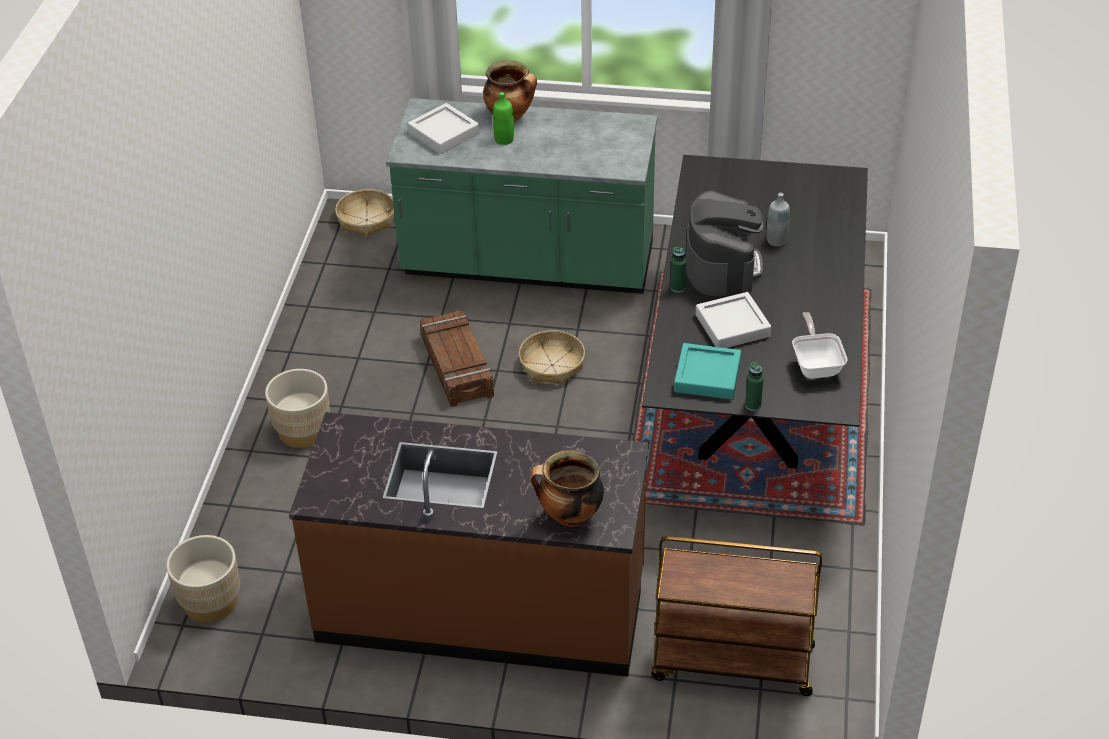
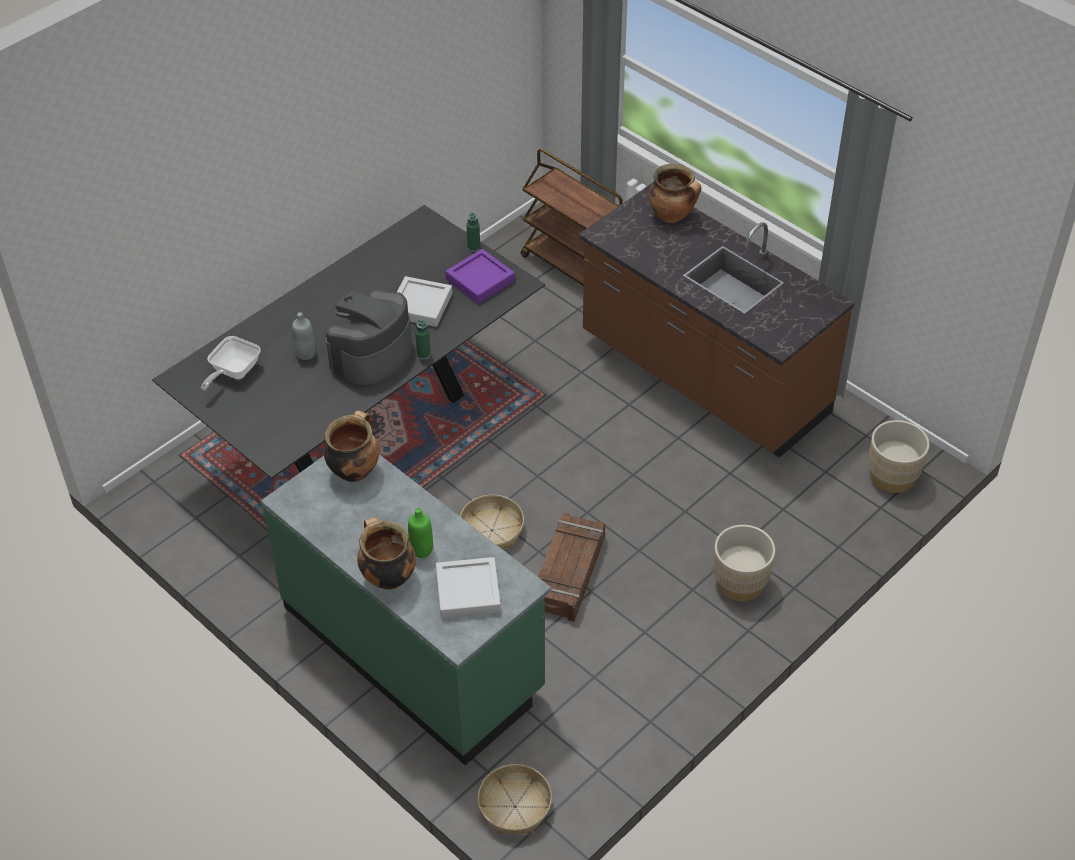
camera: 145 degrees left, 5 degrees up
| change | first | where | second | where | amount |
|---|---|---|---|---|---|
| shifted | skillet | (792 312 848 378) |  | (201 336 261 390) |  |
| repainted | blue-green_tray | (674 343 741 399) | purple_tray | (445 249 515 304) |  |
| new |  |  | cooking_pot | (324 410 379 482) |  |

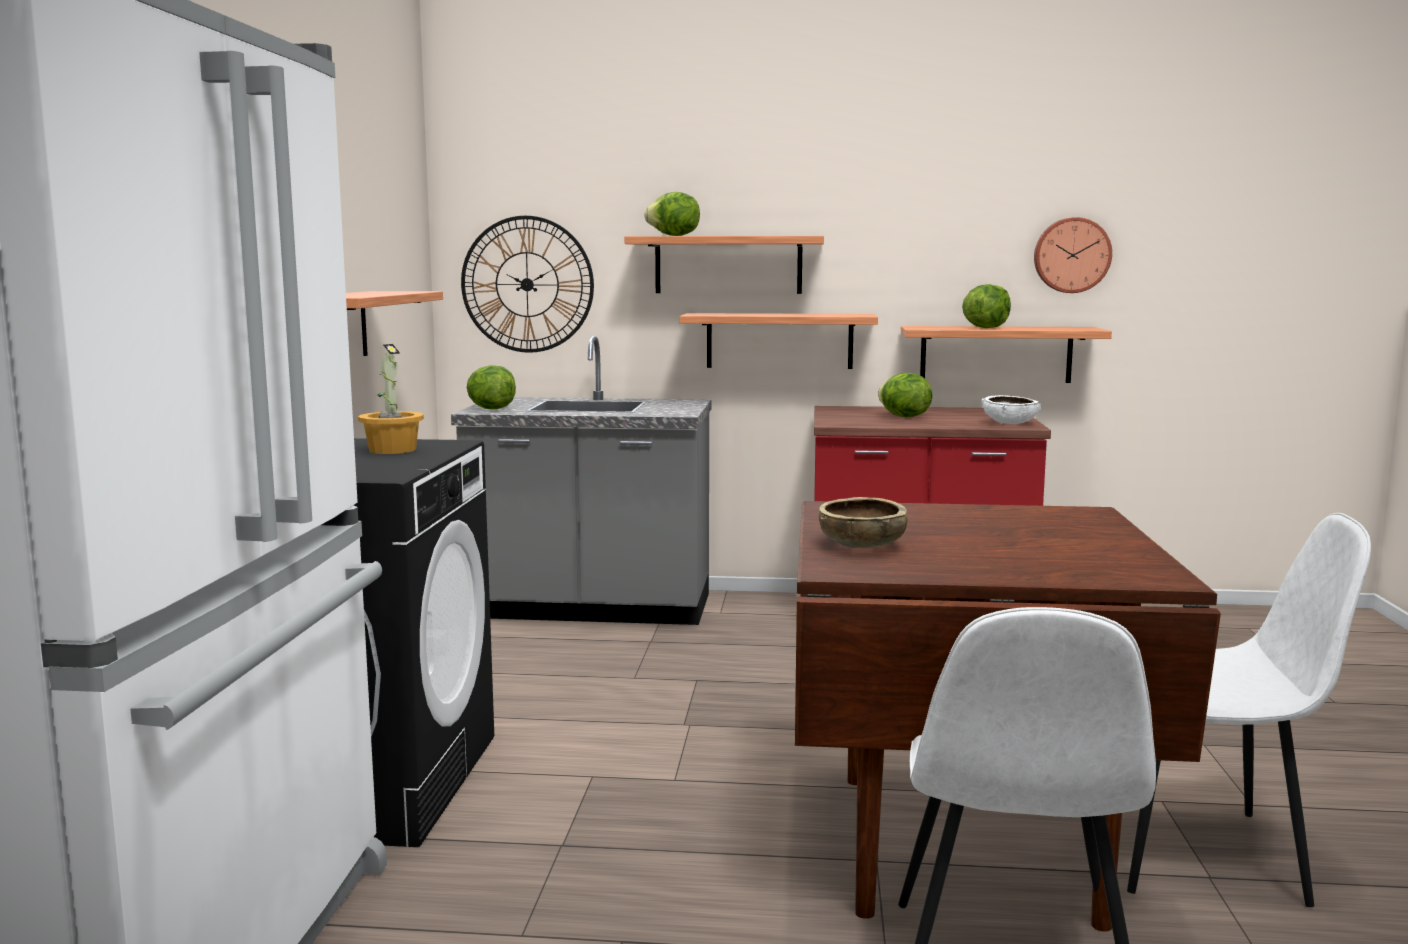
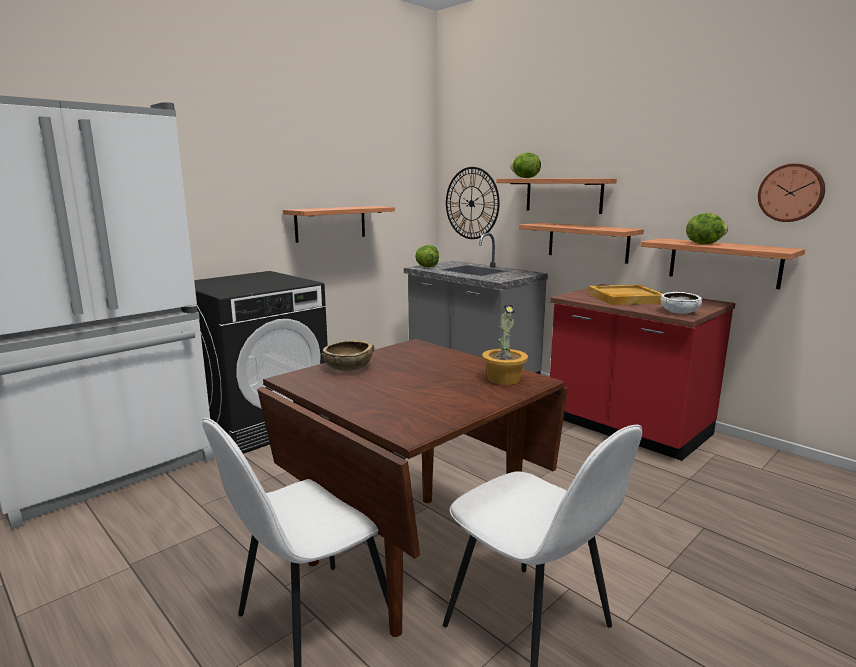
camera: 40 degrees right, 5 degrees up
| change | first | where | second | where | amount |
|---|---|---|---|---|---|
| shifted | plant_in_a_pot | (358 344 424 454) |  | (482 305 528 385) |  |
| swapped | lettuce | (878 373 933 417) | beige_tray | (588 285 664 305) |  |

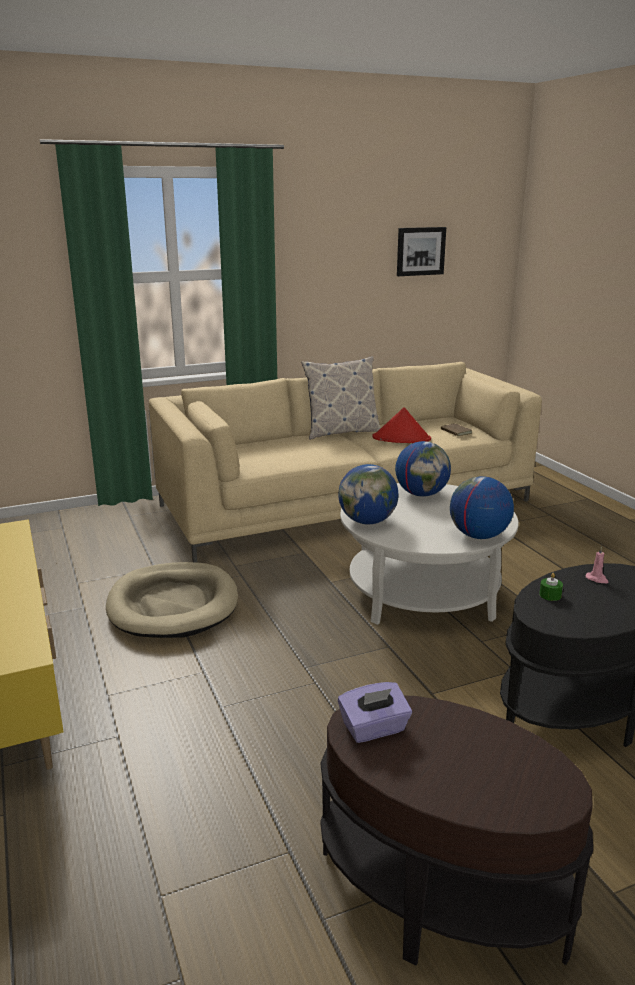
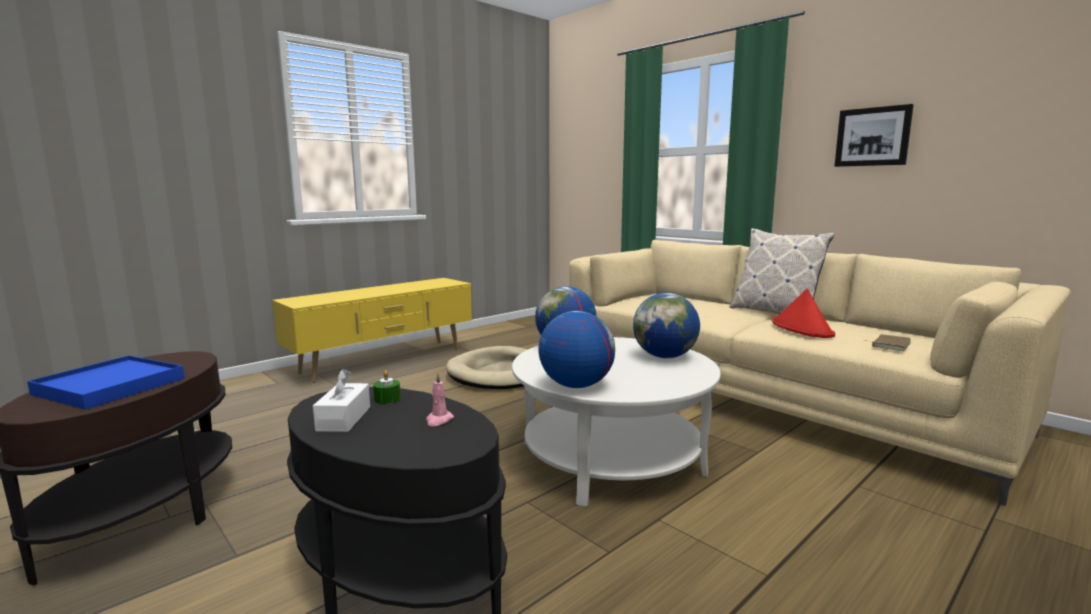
camera: 70 degrees right, 10 degrees down
| change | first | where | second | where | amount |
|---|---|---|---|---|---|
| shifted | wall_art | (397 227 446 276) |  | (834 104 914 167) |  |
| gone | purple_tissue_holder | (338 682 412 743) |  |  |  |
| new |  |  | blue_tray | (27 356 185 410) |  |
| new |  |  | white-coloured_tissue_holder | (313 369 370 432) |  |

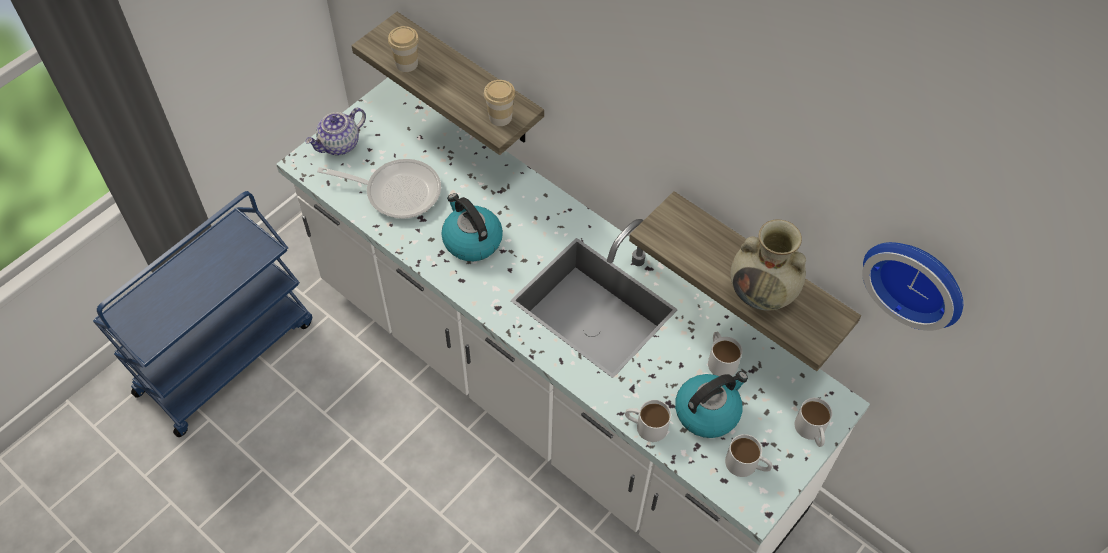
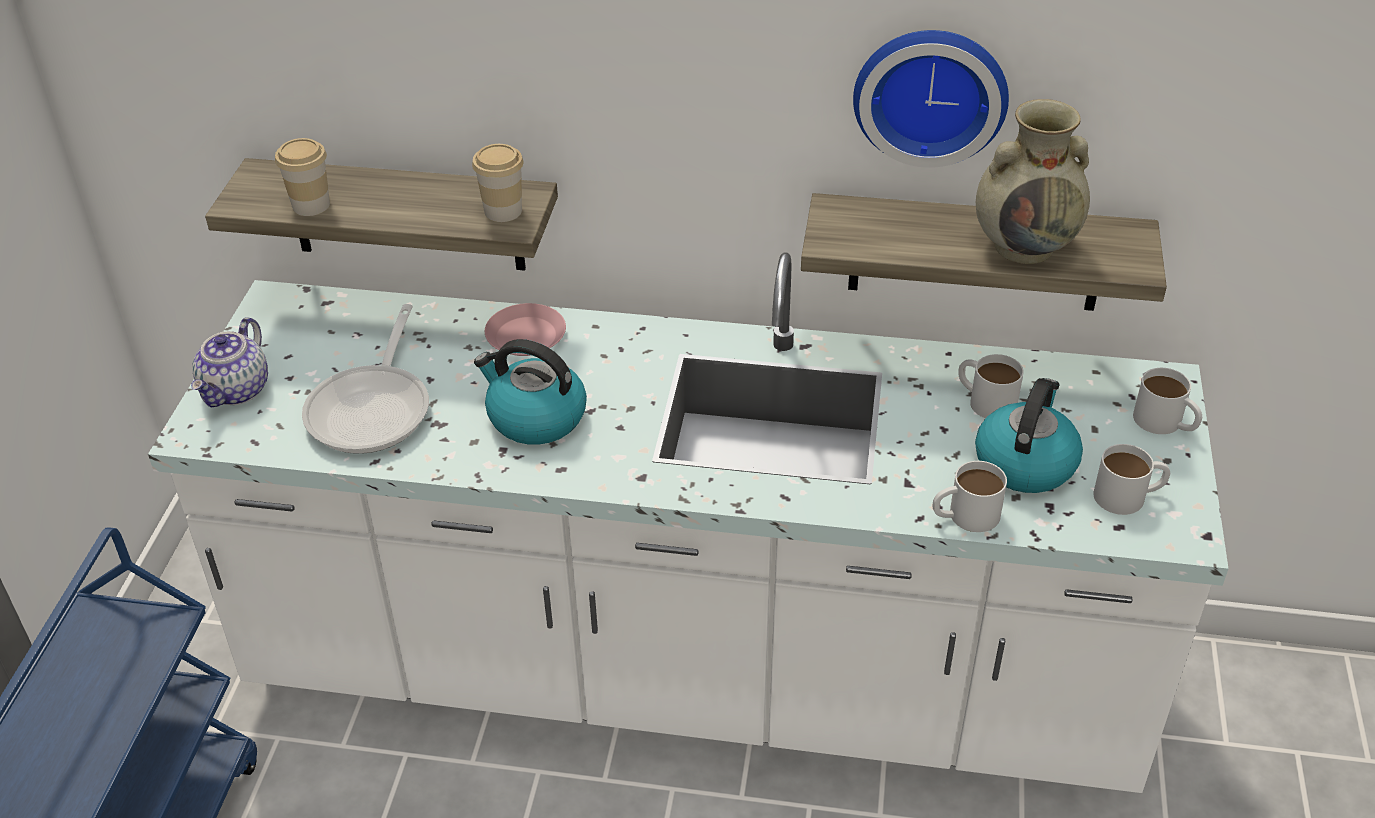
camera: 30 degrees left, 15 degrees down
| change | first | where | second | where | amount |
|---|---|---|---|---|---|
| rotated | skillet | (317 159 441 219) |  | (302 304 429 454) | 120 degrees clockwise |
| shifted | hanging_clock | (862 242 963 331) |  | (853 30 1009 168) |  |
| new |  |  | pinkish_plate | (485 303 566 356) |  |

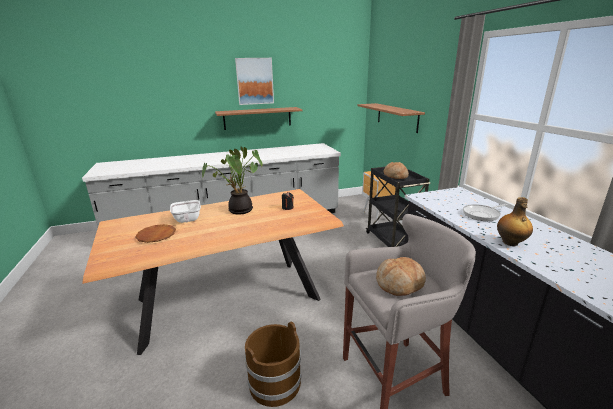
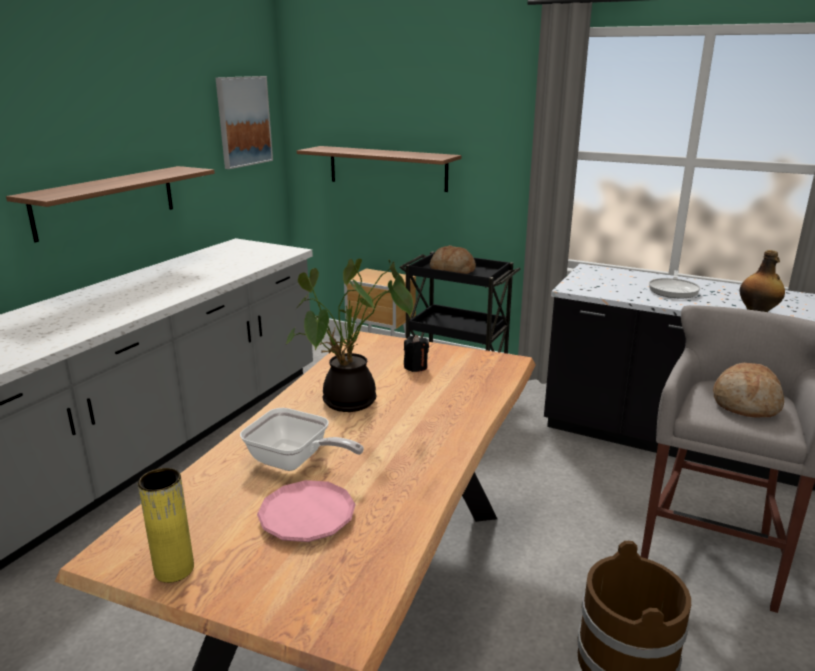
camera: 45 degrees left, 0 degrees up
| change | first | where | second | where | amount |
|---|---|---|---|---|---|
| shifted | wall_art | (235 58 274 105) |  | (215 76 273 169) |  |
| repainted | brownish_plate | (135 224 176 243) | pinkish_plate | (257 480 356 542) |  |
| new |  |  | yellowish_vase | (138 468 194 583) |  |

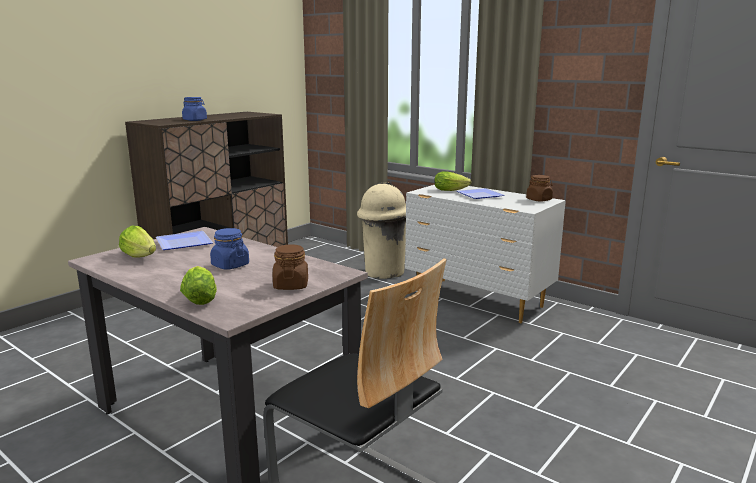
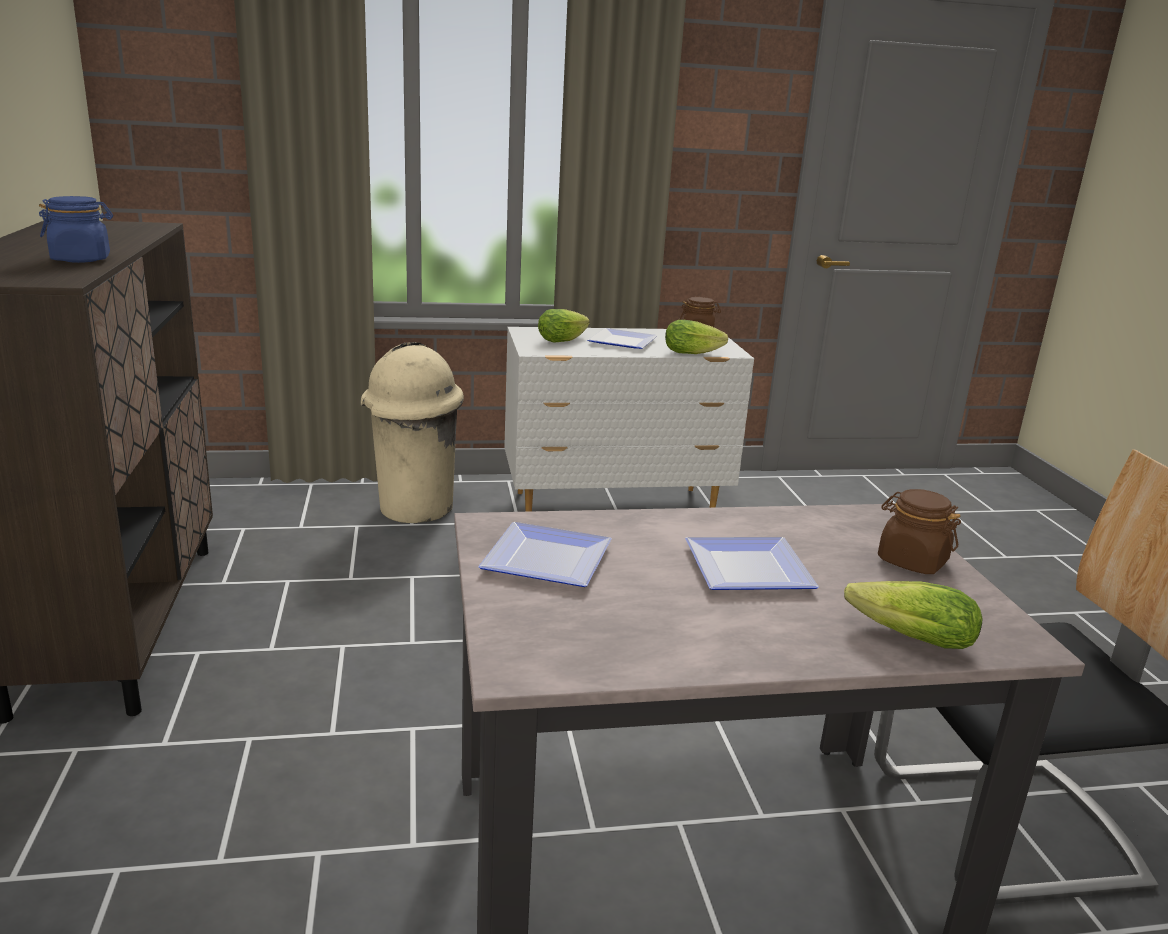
camera: 50 degrees left, 5 degrees up
| change | first | where | second | where | amount |
|---|---|---|---|---|---|
| shifted | lettuce | (119 226 156 258) |  | (665 320 728 354) |  |
| swapped | blue_storage_jar | (210 228 249 270) | plate | (685 537 819 590) |  |

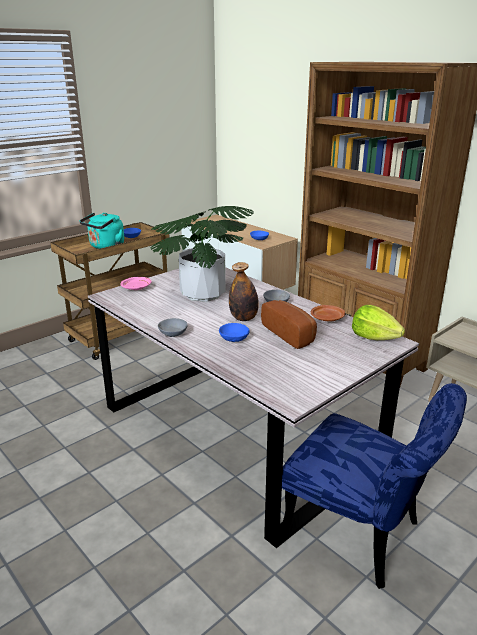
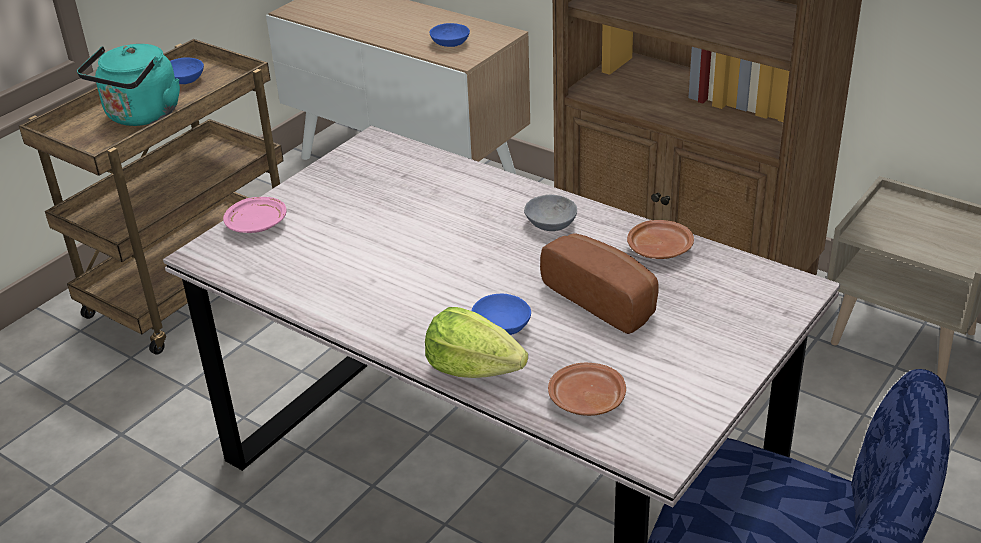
camera: 10 degrees left, 10 degrees up
| change | first | where | second | where | amount |
|---|---|---|---|---|---|
| gone | plant_in_a_pot | (151 206 254 302) |  |  |  |
| gone | beverage_bottle | (229 262 259 321) |  |  |  |
| shifted | lettuce | (352 305 405 340) |  | (425 307 528 378) |  |
| gone | gray_deep_dish | (158 318 188 337) |  |  |  |
| new |  |  | brownish_plate | (548 363 626 416) |  |

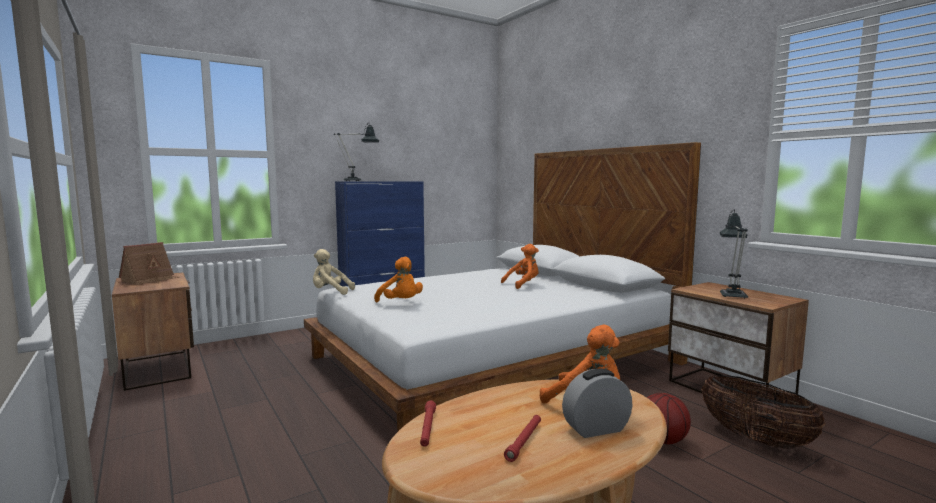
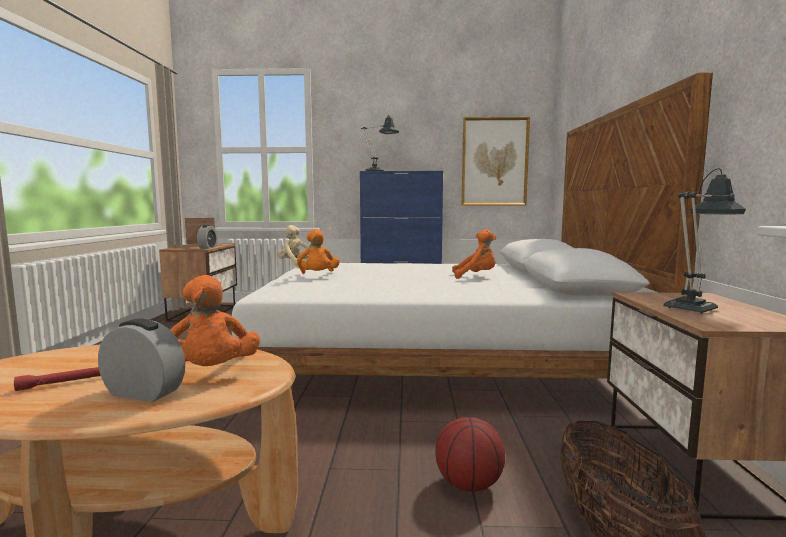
camera: 35 degrees right, 0 degrees up
| change | first | where | second | where | amount |
|---|---|---|---|---|---|
| gone | red_hand_torch | (420 400 436 447) |  |  |  |
| new |  |  | wall_art | (462 117 530 206) |  |
| new |  |  | bedside_clock | (197 225 218 249) |  |

